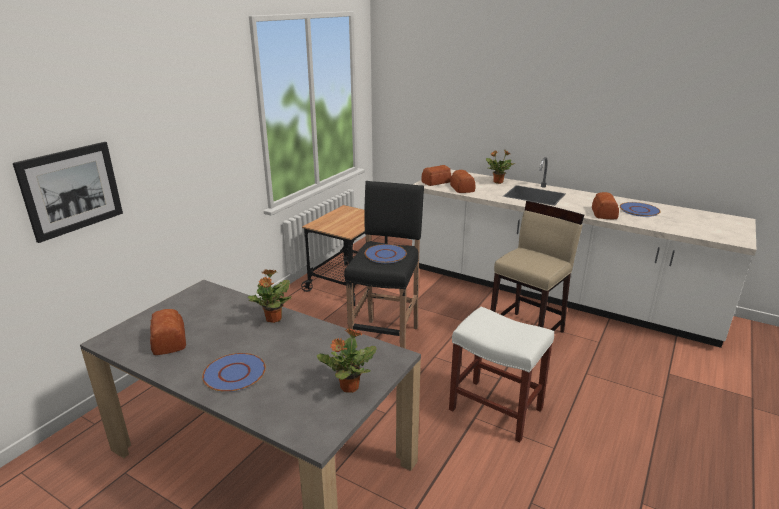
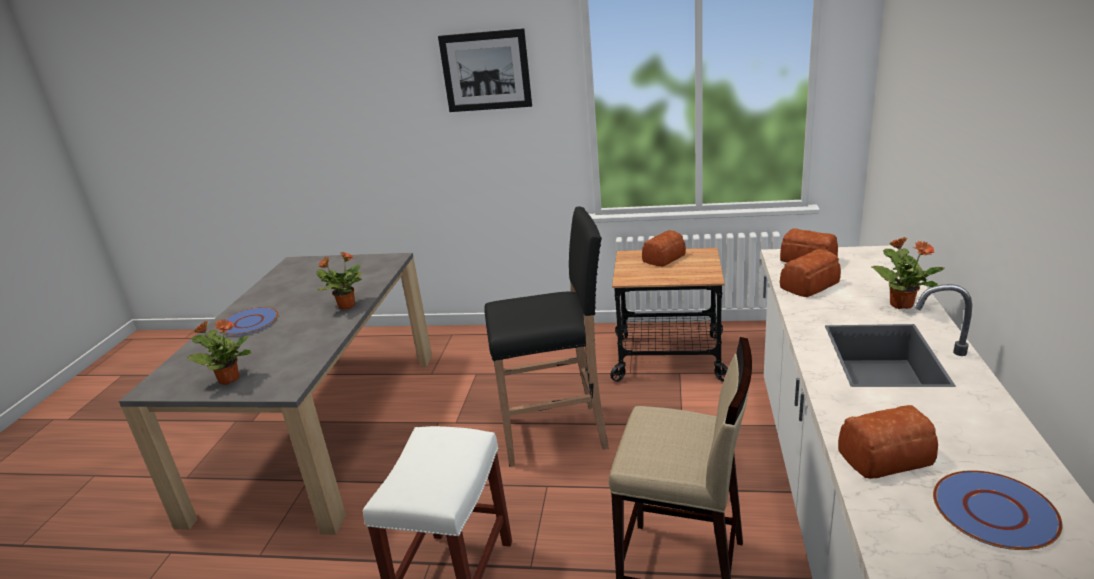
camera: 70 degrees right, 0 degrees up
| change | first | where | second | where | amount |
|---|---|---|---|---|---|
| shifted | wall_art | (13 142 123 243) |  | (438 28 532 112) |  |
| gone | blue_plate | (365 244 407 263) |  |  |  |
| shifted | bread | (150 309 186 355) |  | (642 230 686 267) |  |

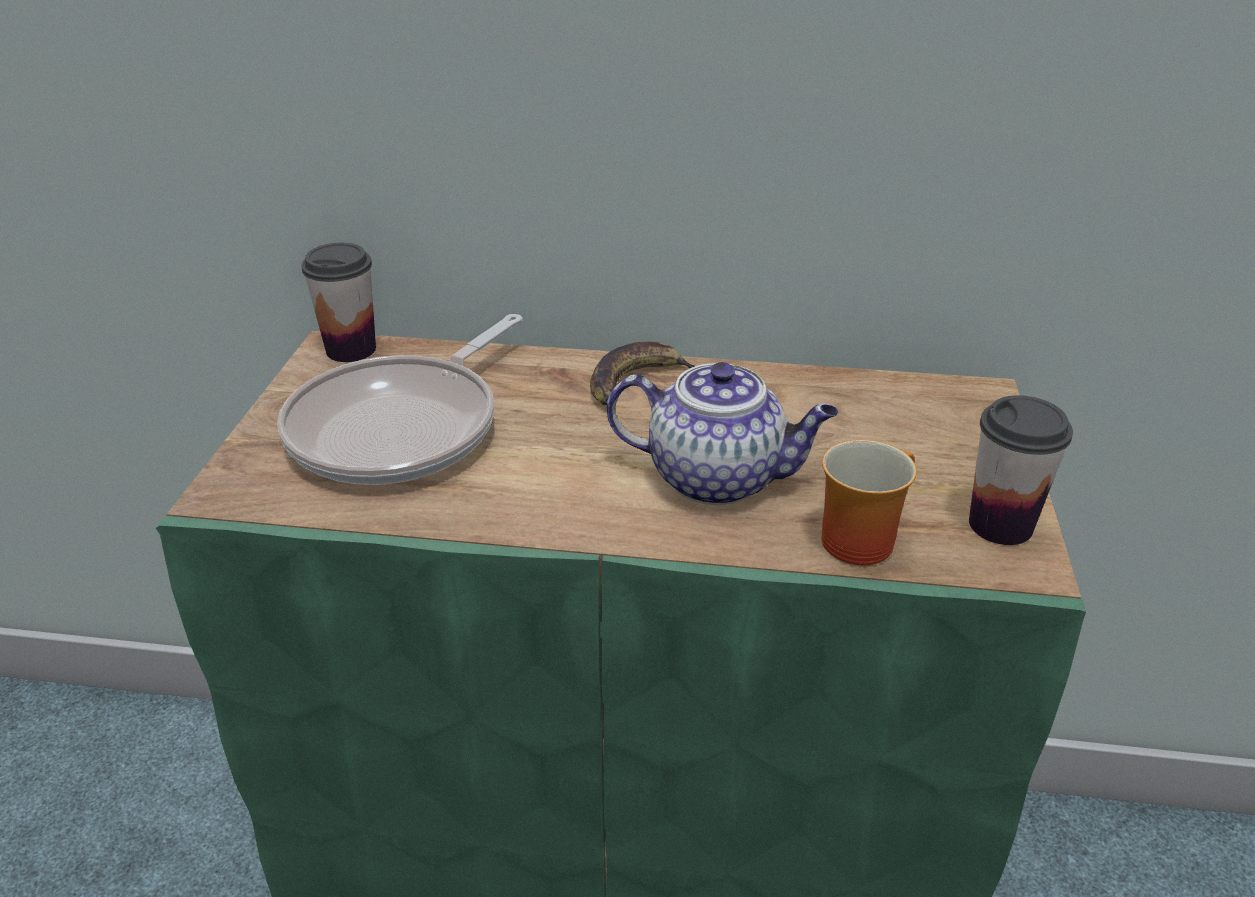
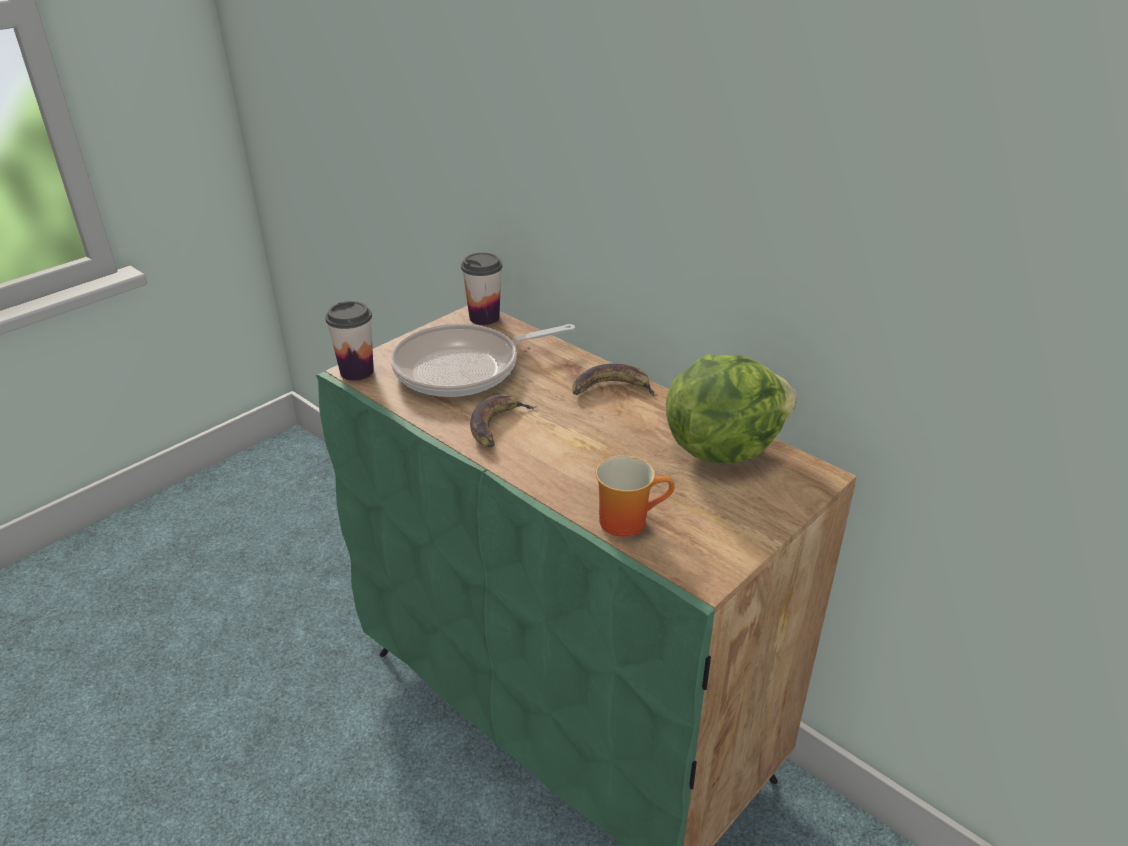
camera: 35 degrees right, 0 degrees up
| change | first | where | second | where | amount |
|---|---|---|---|---|---|
| gone | tea_pot | (607 362 839 505) |  |  |  |
| shifted | drinking_cup | (969 395 1073 545) |  | (325 301 374 381) |  |
| new |  |  | lettuce | (666 355 797 464) |  |
| new |  |  | banana_fruit | (470 394 536 448) |  |

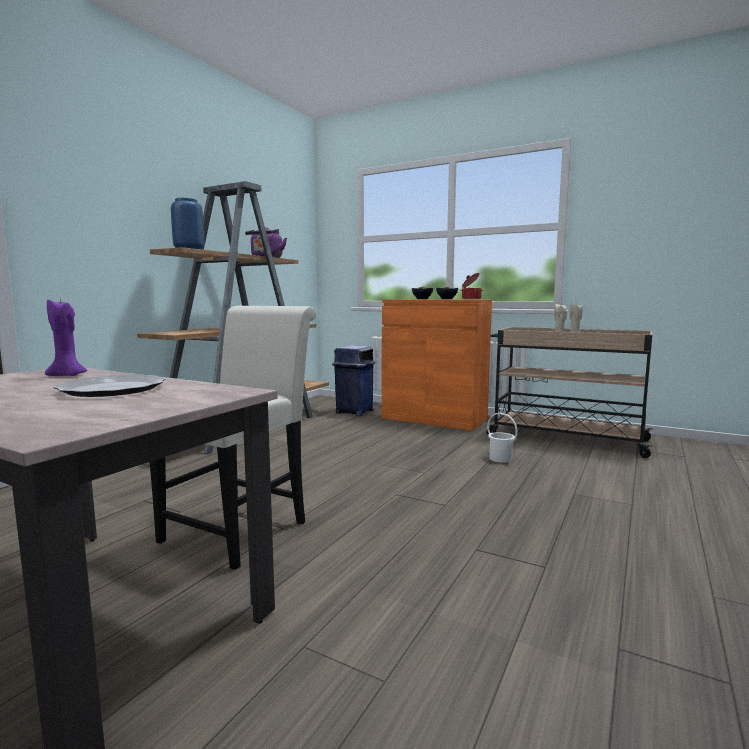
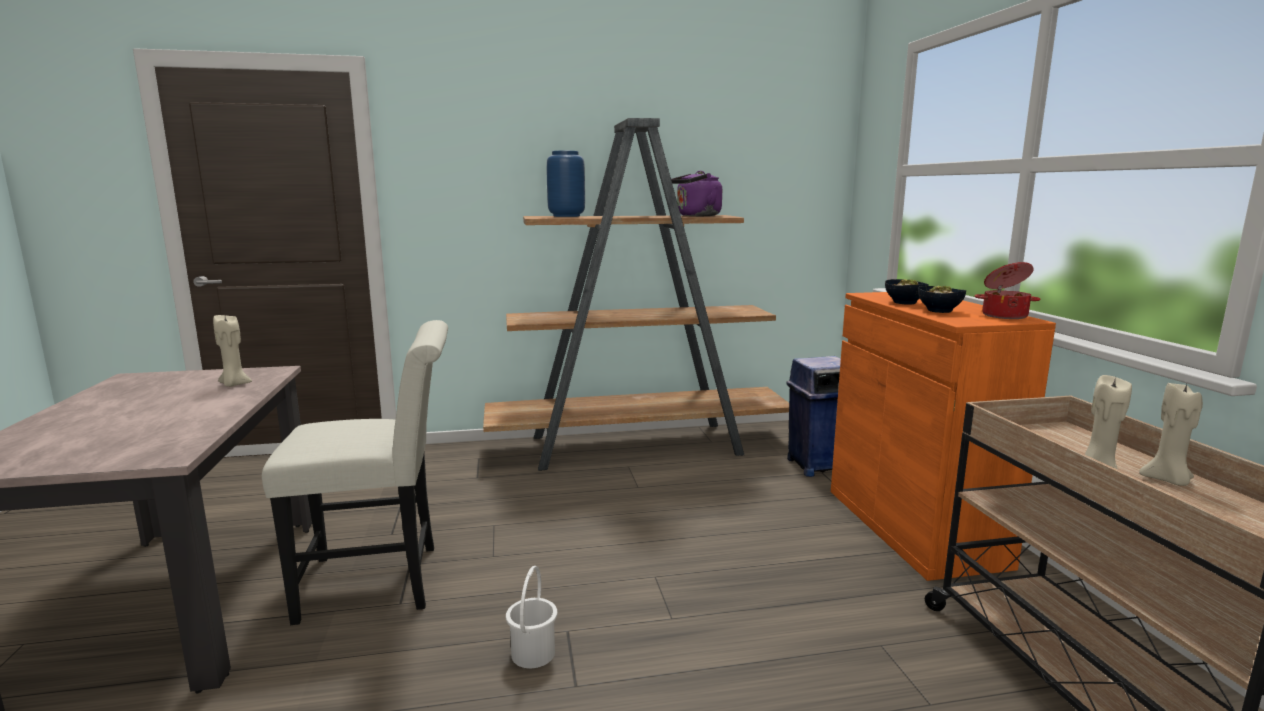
camera: 50 degrees right, 5 degrees up
| change | first | where | second | where | amount |
|---|---|---|---|---|---|
| repainted | purple_wax_candle | (45 300 87 376) | beige_wax_candle | (213 315 252 387) |  |
| gone | plate | (53 374 165 397) |  |  |  |
| shifted | white-coloured_bucket | (487 413 518 463) |  | (506 566 558 668) |  |

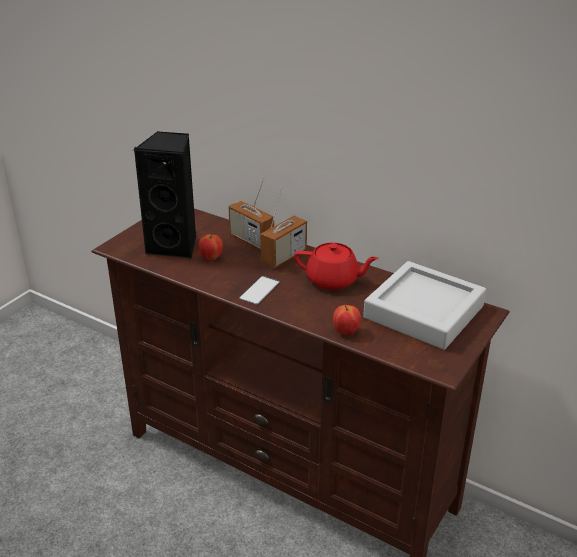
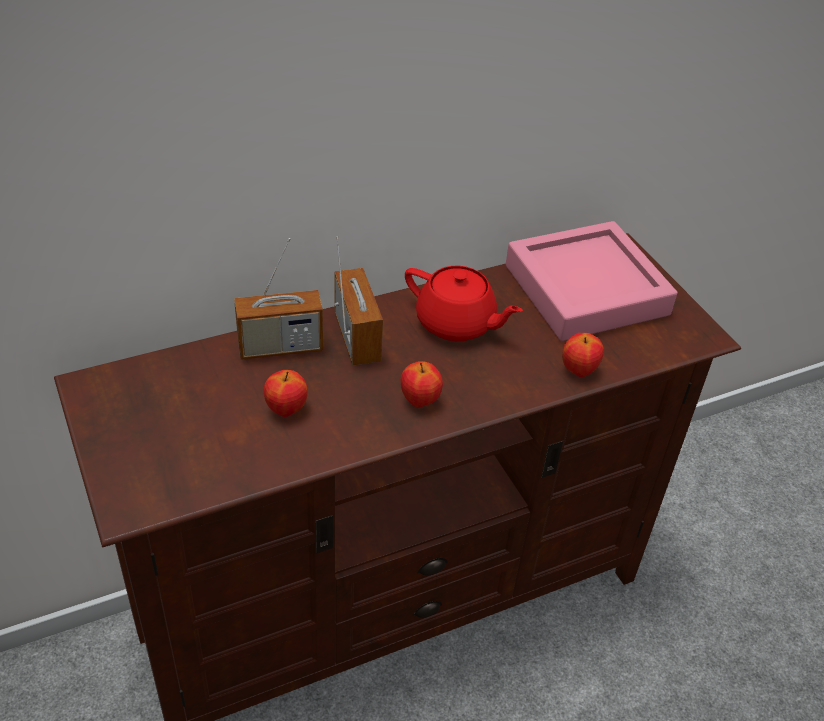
camera: 60 degrees left, 10 degrees up
| change | first | where | second | where | amount |
|---|---|---|---|---|---|
| gone | black_speaker | (134 131 196 259) |  |  |  |
| rotated | red_tea_pot | (294 243 379 290) |  | (405 266 523 341) | 75 degrees clockwise |
| repainted | gray_tray | (363 261 486 350) | pinkish_tray | (506 221 677 341) |  |
| swapped | handset | (240 276 280 305) | apple | (401 361 443 408) |  |

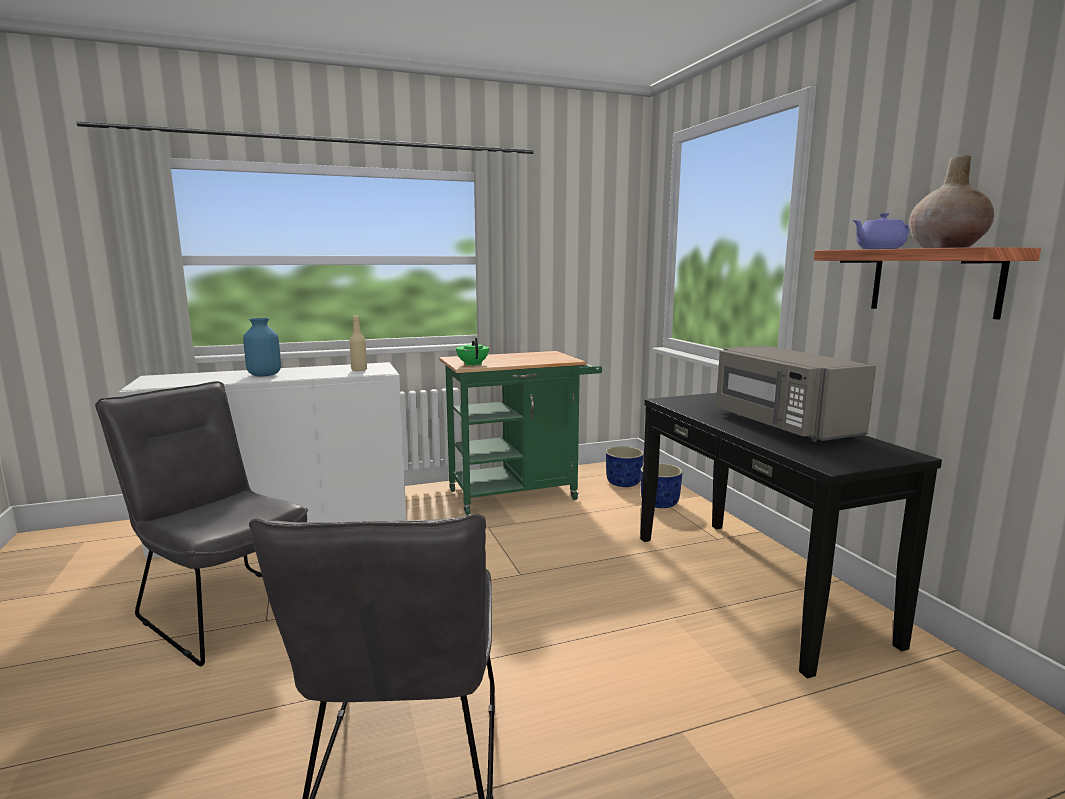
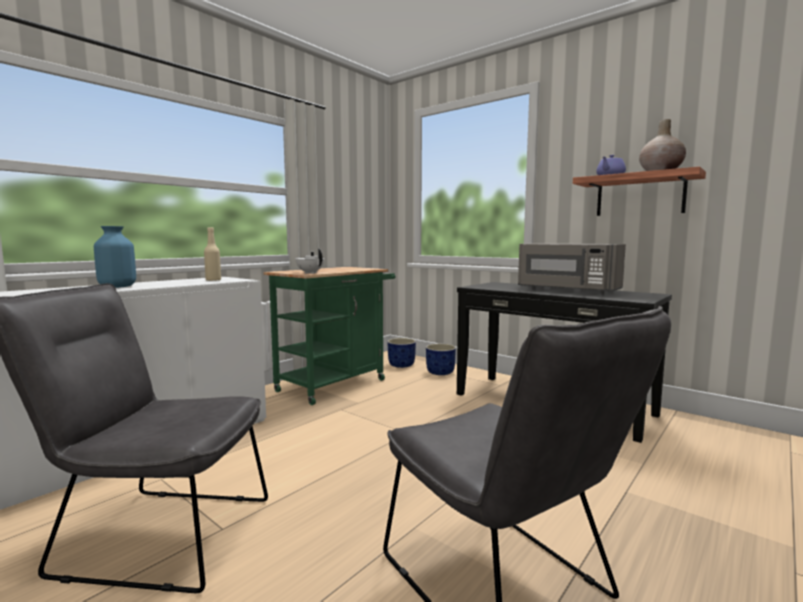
camera: 30 degrees left, 5 degrees down
| change | first | where | second | where | amount |
|---|---|---|---|---|---|
| repainted | green-coloured_tea_pot | (456 338 489 366) | white-coloured_tea_pot | (295 248 324 274) |  |

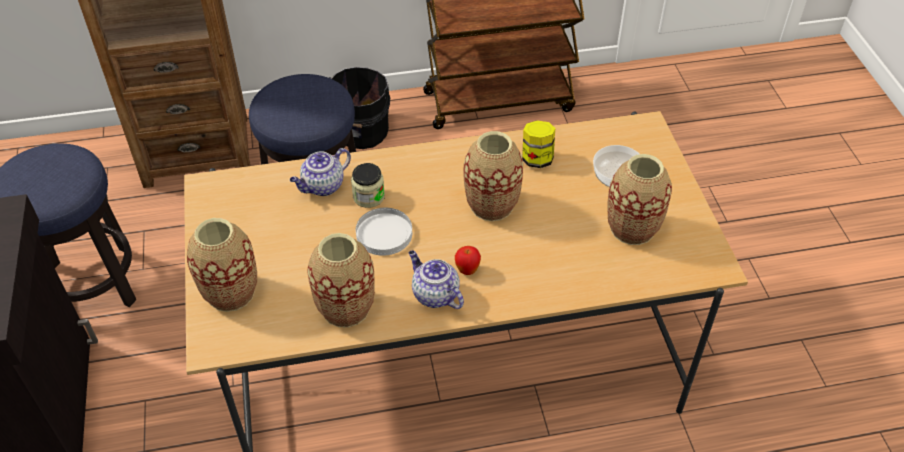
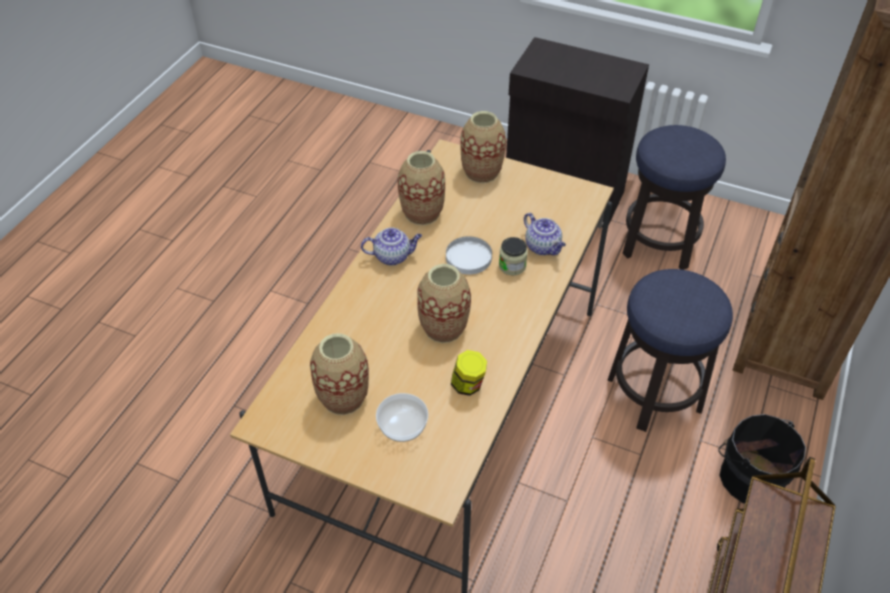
camera: 125 degrees right, 0 degrees up
| change | first | where | second | where | amount |
|---|---|---|---|---|---|
| rotated | tea_pot | (290 148 351 196) |  | (524 213 566 255) | 150 degrees clockwise |
| gone | apple | (455 246 481 275) |  |  |  |

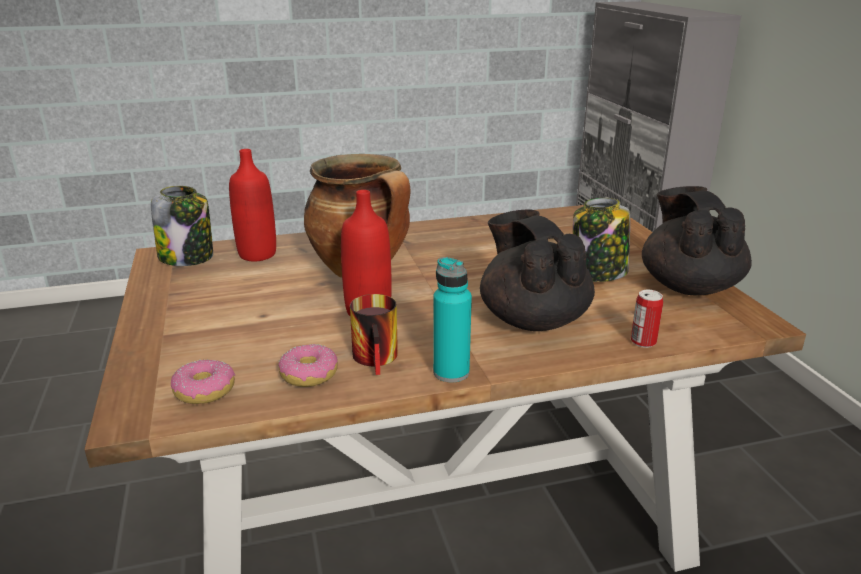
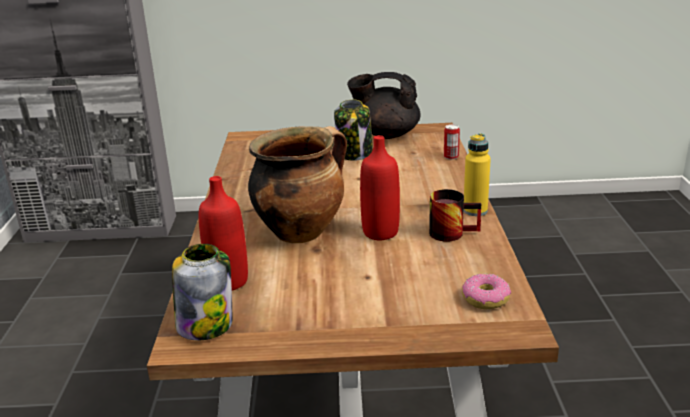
camera: 75 degrees left, 0 degrees up
| change | first | where | second | where | amount |
|---|---|---|---|---|---|
| gone | black_tea_pot | (480 210 595 331) |  |  |  |
| repainted | blue-green_beverage_bottle | (433 257 472 382) | yellowish_beverage_bottle | (463 133 491 216) |  |
| gone | ring_doughnut | (278 344 338 387) |  |  |  |

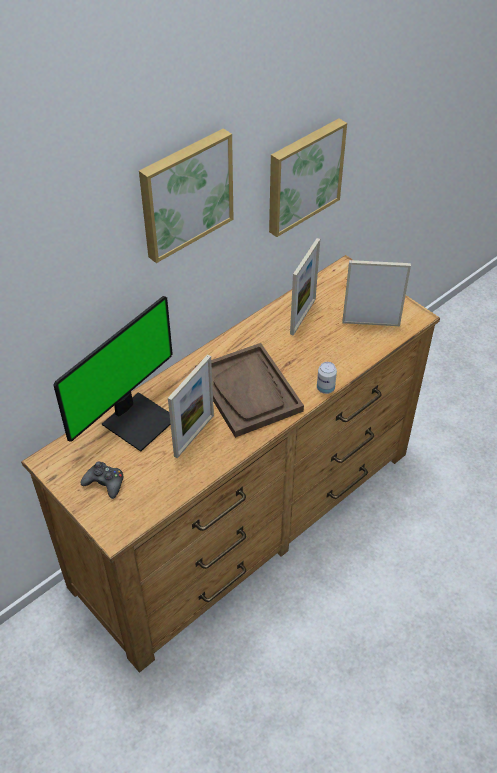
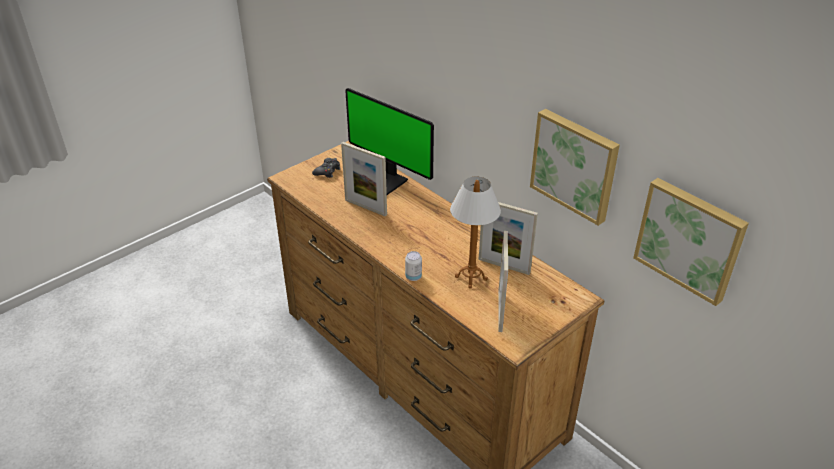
camera: 90 degrees right, 10 degrees down
| change | first | where | second | where | amount |
|---|---|---|---|---|---|
| shifted | wall_art | (139 128 233 263) |  | (633 178 749 306) |  |
| gone | brownish_tray | (195 343 304 438) |  |  |  |
| new |  |  | tabletop_lamp | (450 176 501 288) |  |

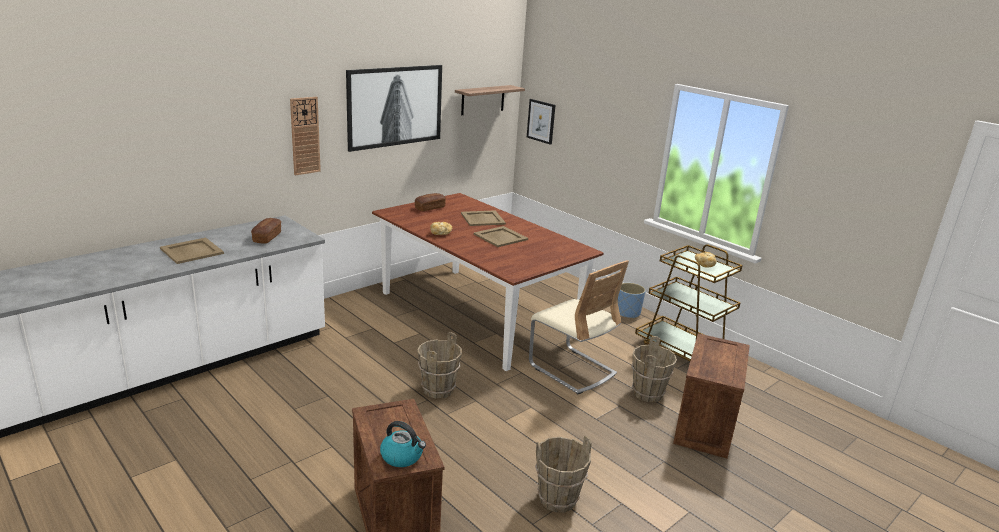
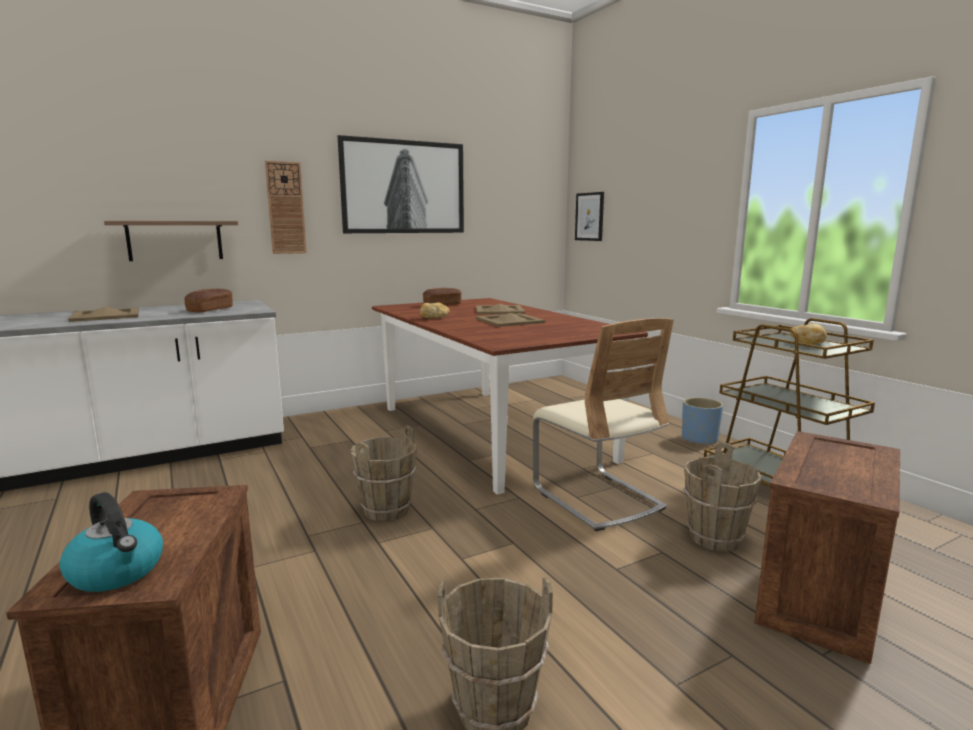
camera: 15 degrees right, 10 degrees down
| change | first | where | second | where | amount |
|---|---|---|---|---|---|
| shifted | shelf | (455 85 525 115) |  | (104 221 238 261) |  |

